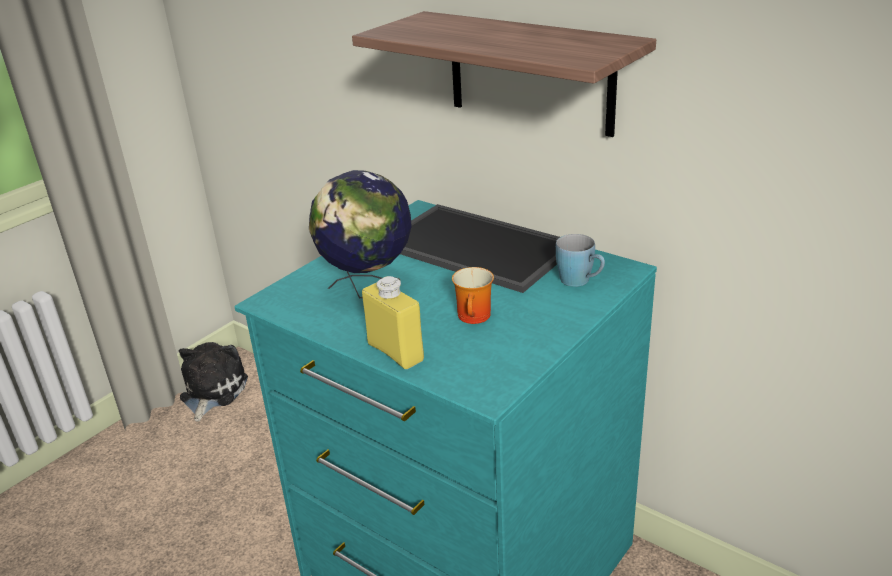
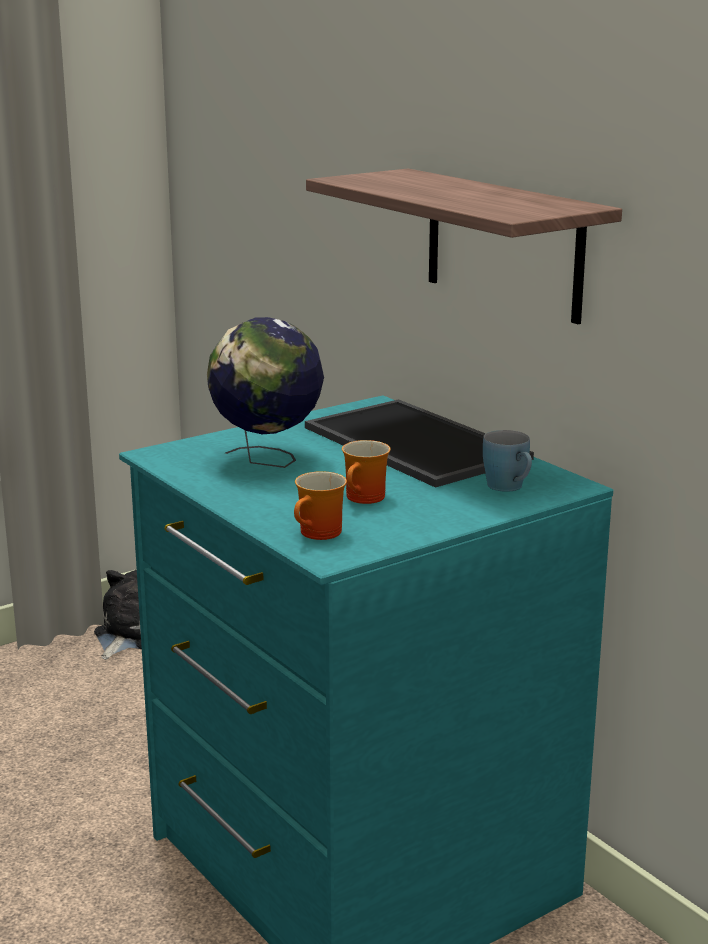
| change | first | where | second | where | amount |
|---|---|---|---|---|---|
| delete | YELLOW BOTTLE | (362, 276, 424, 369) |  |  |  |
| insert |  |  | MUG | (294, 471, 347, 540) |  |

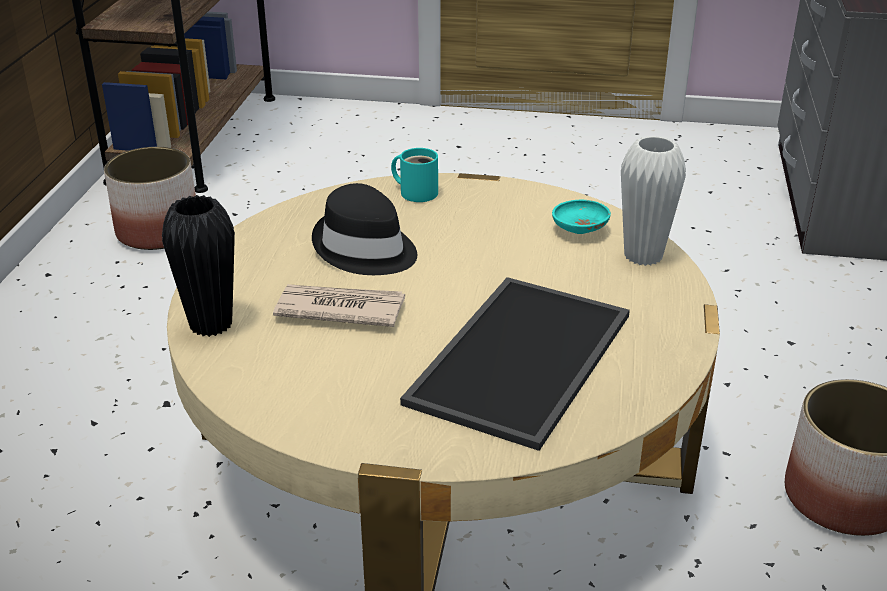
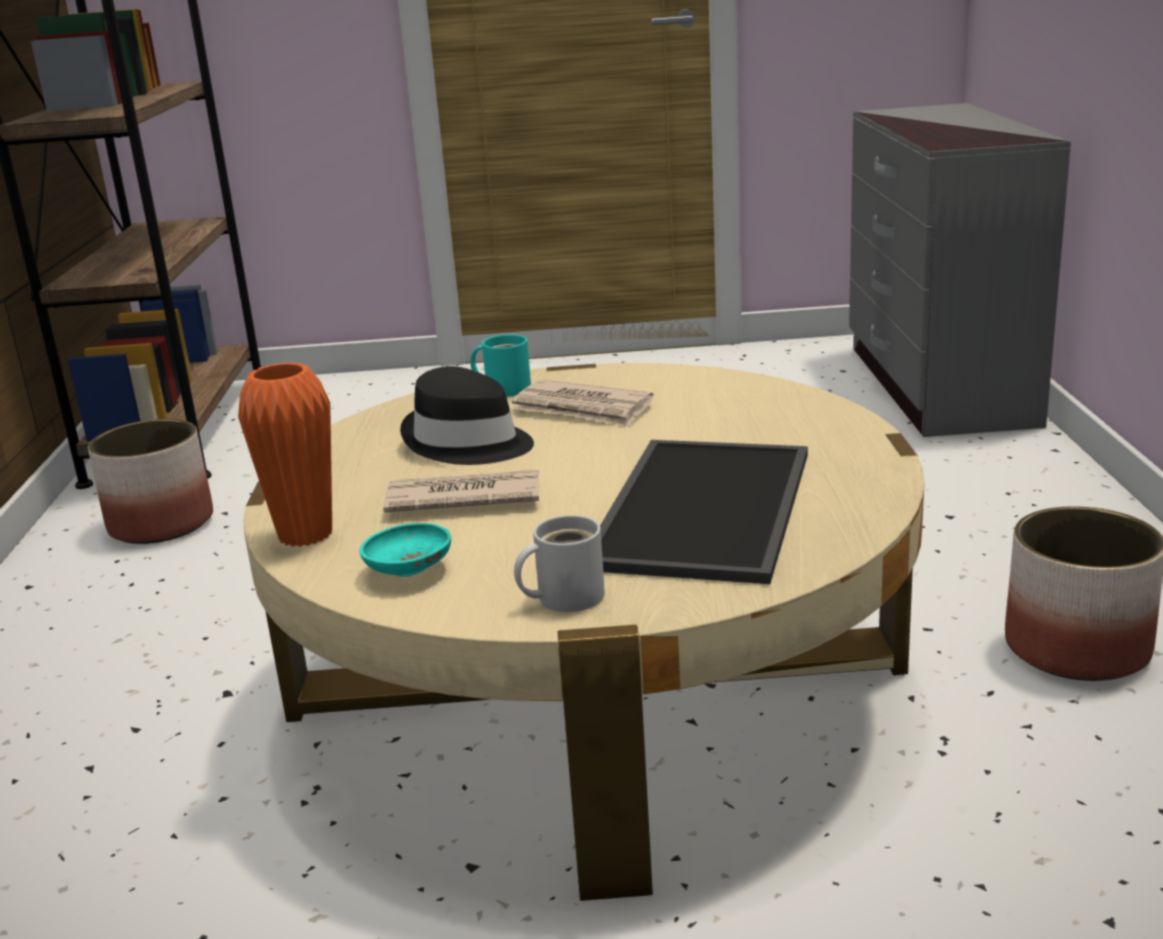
| change | first | where | second | where | amount |
|---|---|---|---|---|---|
| recolor | BLACK VASE | (162, 195, 235, 337) | ORANGE VASE | (238, 362, 332, 547) |  |
| move | TURQUOISE BOWL | (552, 200, 611, 234) |  | (360, 523, 451, 577) |  |
| delete | WHITE VASE | (621, 136, 686, 266) |  |  |  |
| insert |  |  | NEWSPAPER | (511, 380, 653, 427) |  |
| insert |  |  | WHITE MUG | (514, 515, 605, 612) |  |

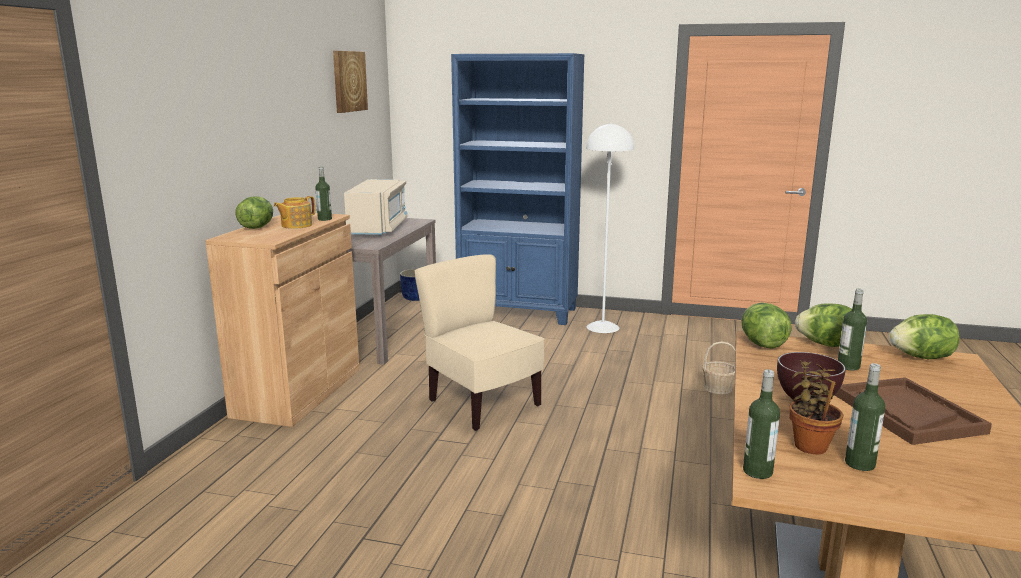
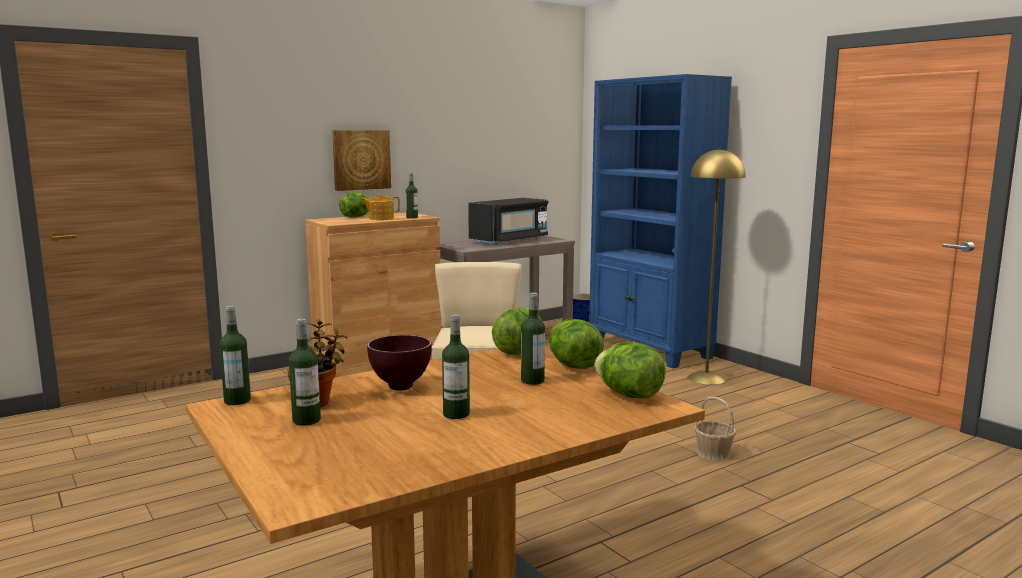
| change | first | where | second | where | amount |
|---|---|---|---|---|---|
| move | PICTURE | (333, 51, 368, 113) |  | (332, 130, 391, 191) |  |
| recolor | BEIGE MICROWAVE | (344, 179, 408, 235) | BLACK MICROWAVE | (468, 198, 548, 245) |  |
| recolor | WHITE FLOOR LAMP | (586, 123, 634, 333) | YELLOW FLOOR LAMP | (687, 148, 746, 385) |  |
| replace | BROWN TRAY | (835, 377, 992, 445) | BOTTLE | (442, 315, 470, 419) |  |

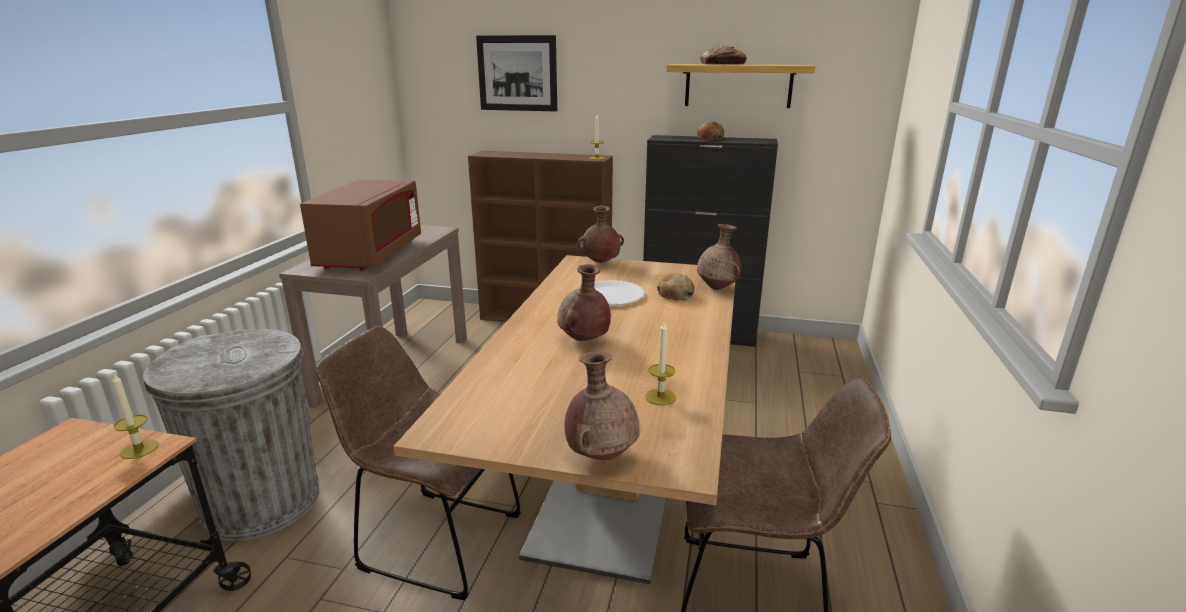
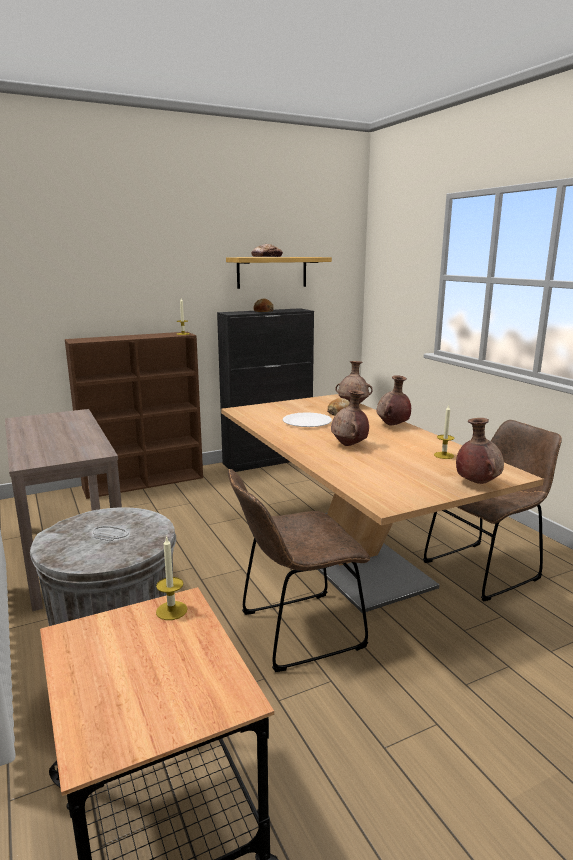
| change | first | where | second | where | amount |
|---|---|---|---|---|---|
| delete | BROWN MICROWAVE | (300, 180, 421, 271) |  |  |  |
| delete | PICTURE | (476, 35, 557, 111) |  |  |  |
| move | BROWN VASE | (577, 206, 624, 263) |  | (376, 375, 411, 426) |  |

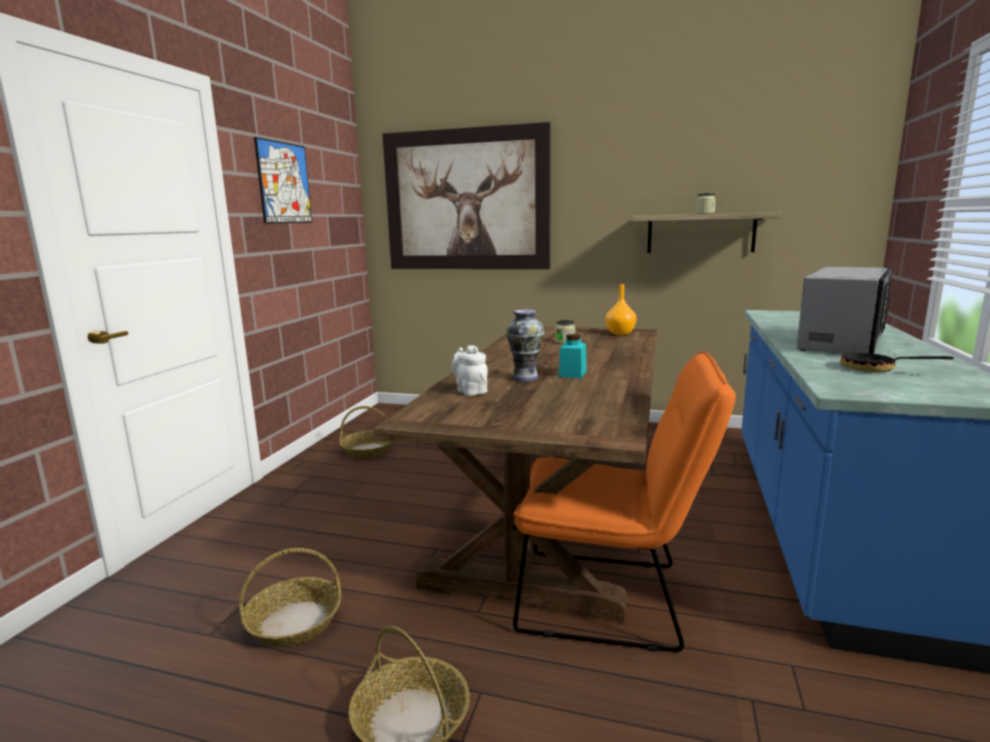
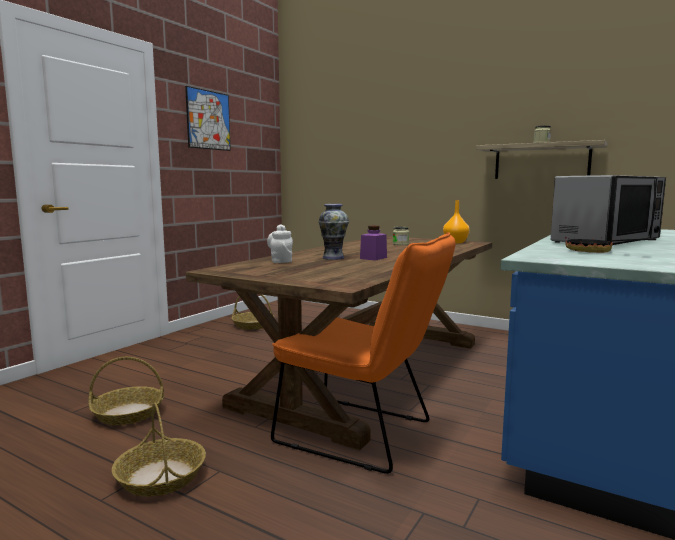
| change | first | where | second | where | amount |
|---|---|---|---|---|---|
| delete | PICTURE | (382, 122, 551, 269) |  |  |  |
| recolor | TURQUOISE JAR | (559, 334, 587, 378) | PURPLE JAR | (360, 226, 387, 261) |  |

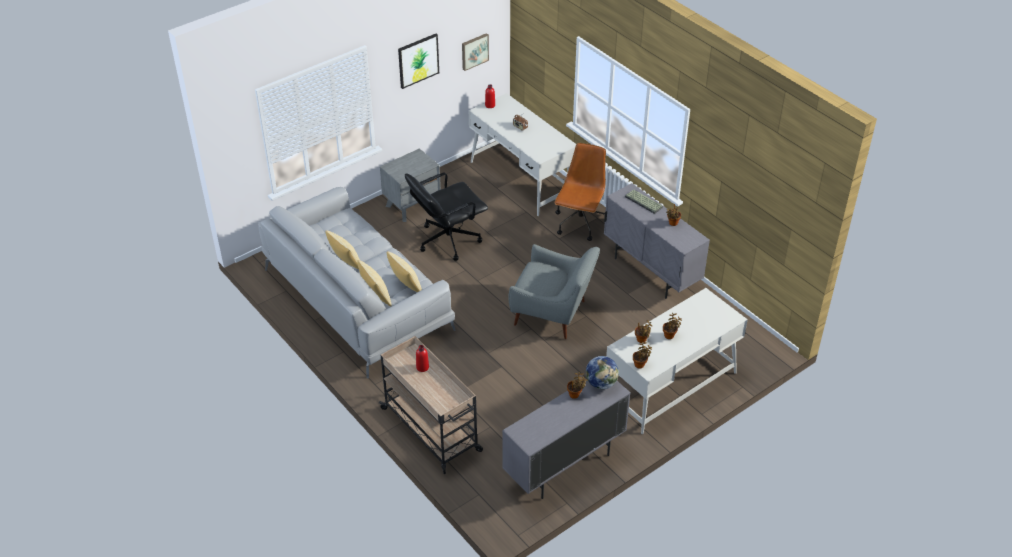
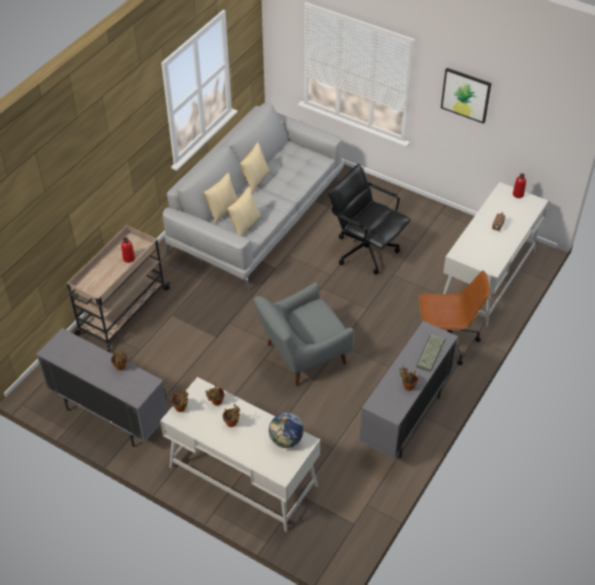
| change | first | where | second | where | amount |
|---|---|---|---|---|---|
| delete | GREY NIGHTSTAND | (380, 148, 441, 222) |  |  |  |
| delete | PICTURE | (462, 33, 489, 71) |  |  |  |
| rotate | GREY ARMCHAIR | (508, 244, 600, 339) |  | (254, 283, 354, 386) | 60 degrees clockwise |
| move | GLOBE | (586, 356, 619, 389) |  | (269, 413, 304, 448) |  |

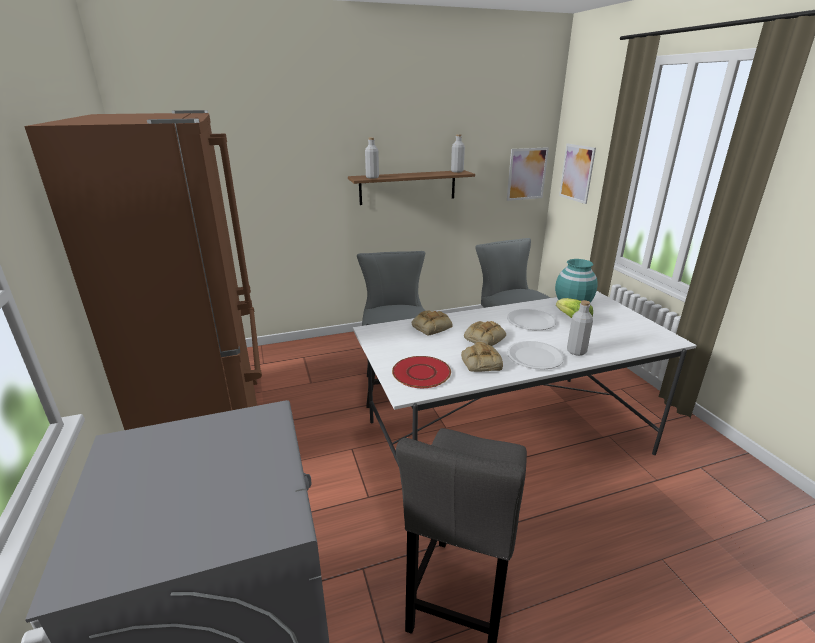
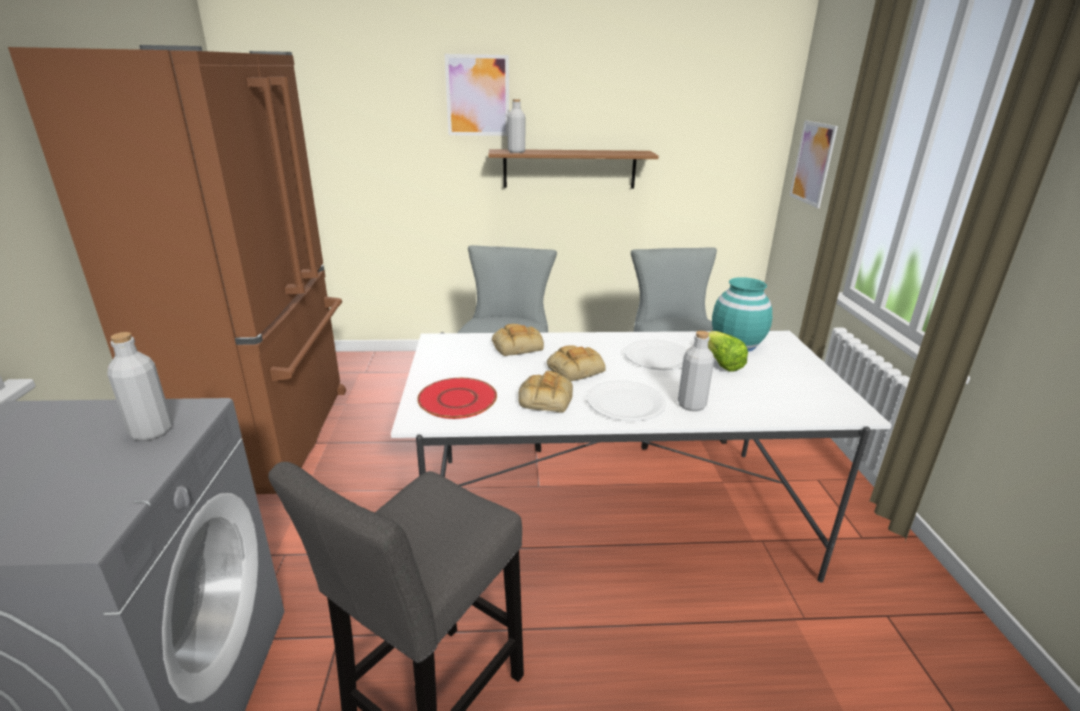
| change | first | where | second | where | amount |
|---|---|---|---|---|---|
| move | GREY BOTTLE | (451, 134, 465, 173) |  | (107, 332, 172, 441) |  |
| move | PICTURE | (507, 147, 549, 201) |  | (445, 54, 509, 136) |  |

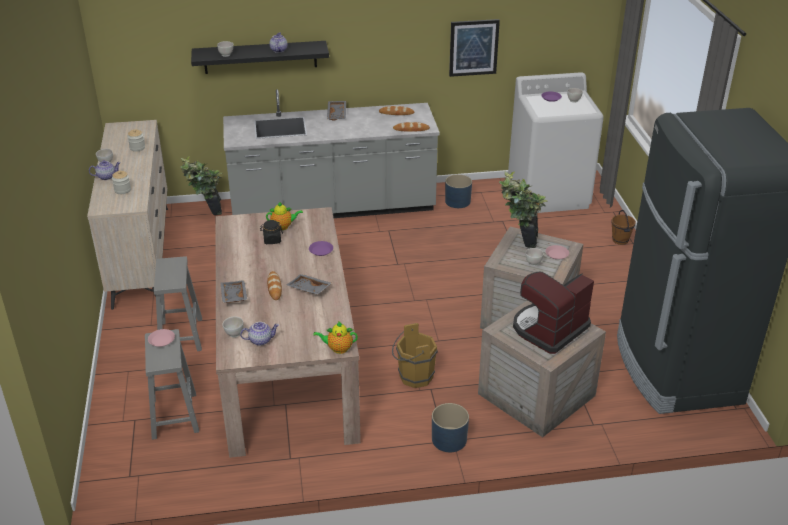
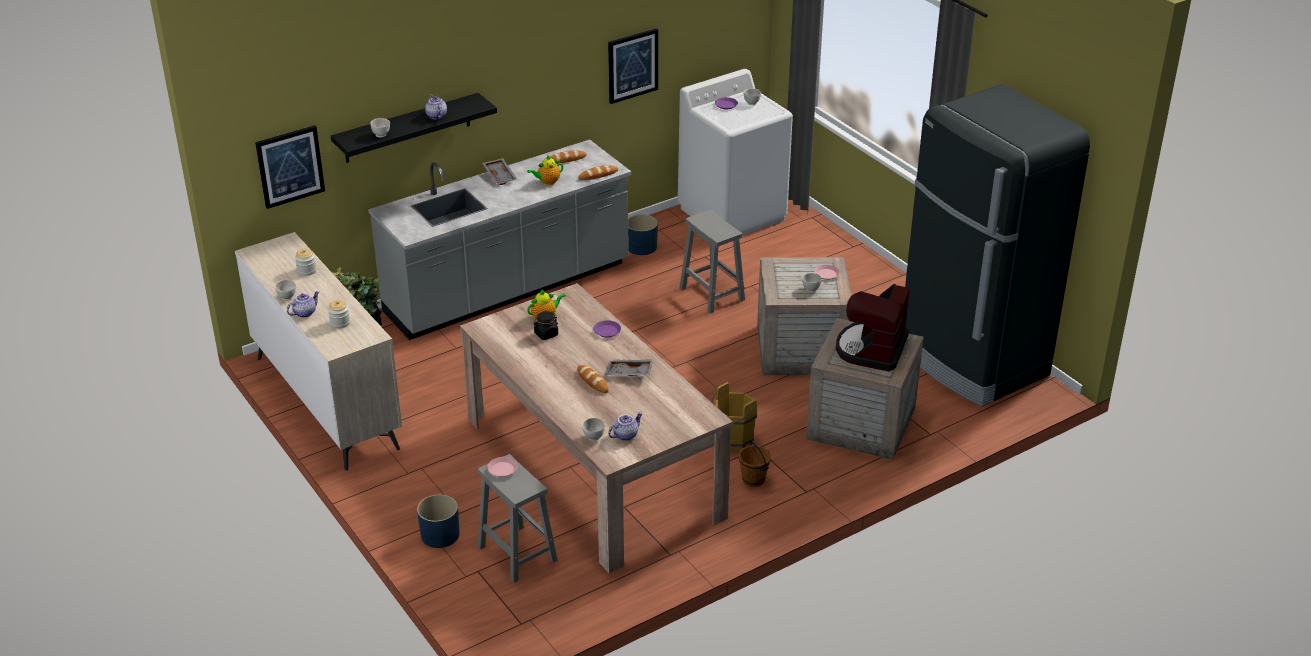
| change | first | where | second | where | amount |
|---|---|---|---|---|---|
| move | GREY STOOL | (154, 256, 202, 351) |  | (680, 210, 745, 314) |  |
| delete | GREY TRAY | (221, 280, 247, 303) |  |  |  |
| move | TEAPOT | (313, 321, 358, 354) |  | (527, 155, 563, 185) |  |
| move | BLUE PLANTER | (432, 403, 469, 452) |  | (417, 494, 460, 548) |  |
| delete | POTTED PLANT | (499, 171, 547, 248) |  |  |  |
| move | BROWN BUCKET | (611, 210, 636, 245) |  | (739, 441, 771, 487) |  |
| insert |  |  | PICTURE | (255, 125, 325, 209) |  |

